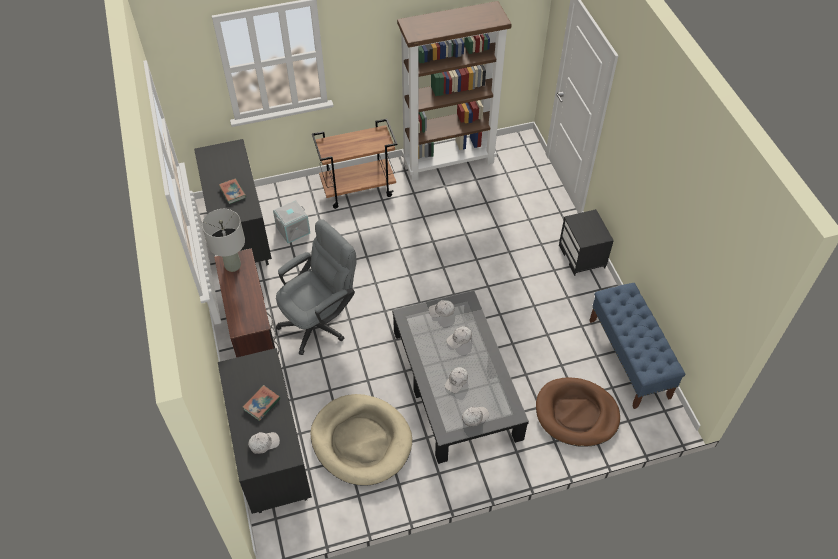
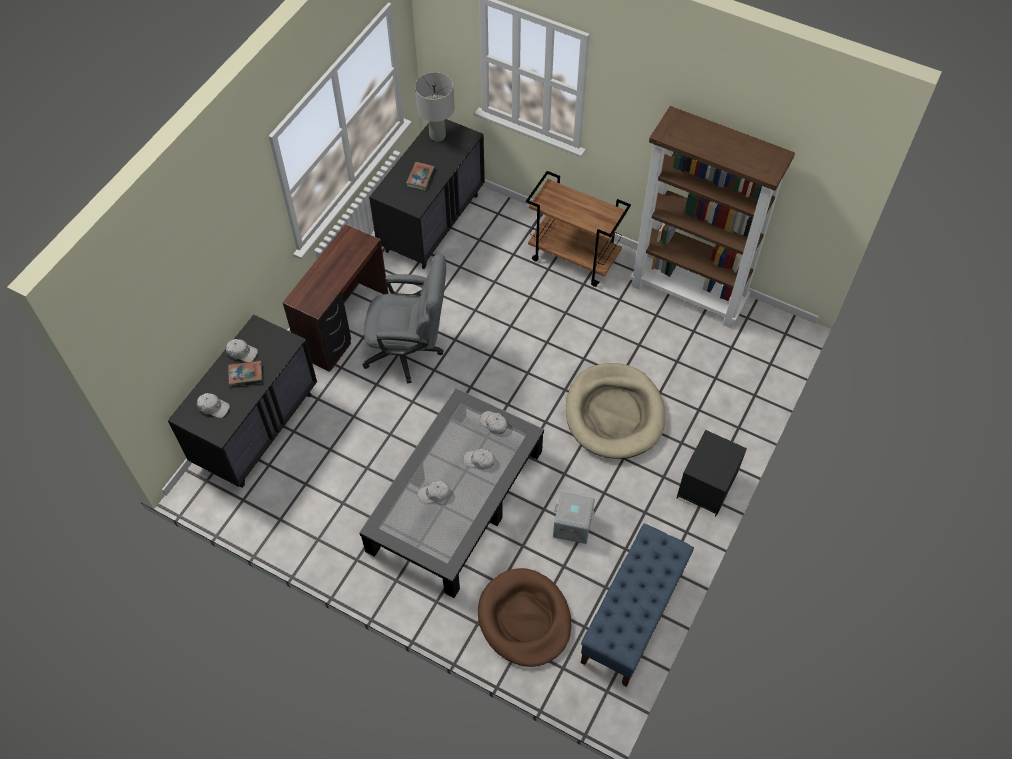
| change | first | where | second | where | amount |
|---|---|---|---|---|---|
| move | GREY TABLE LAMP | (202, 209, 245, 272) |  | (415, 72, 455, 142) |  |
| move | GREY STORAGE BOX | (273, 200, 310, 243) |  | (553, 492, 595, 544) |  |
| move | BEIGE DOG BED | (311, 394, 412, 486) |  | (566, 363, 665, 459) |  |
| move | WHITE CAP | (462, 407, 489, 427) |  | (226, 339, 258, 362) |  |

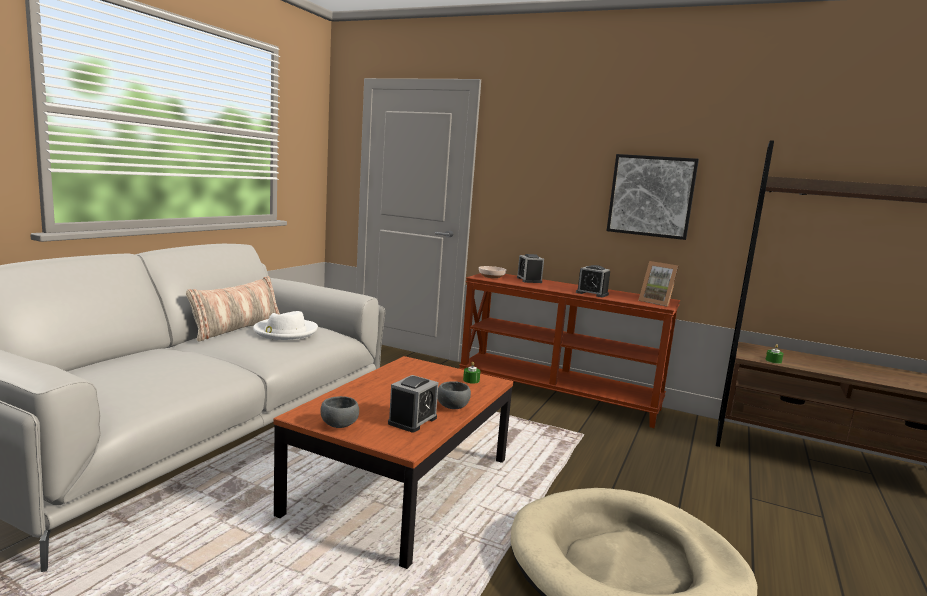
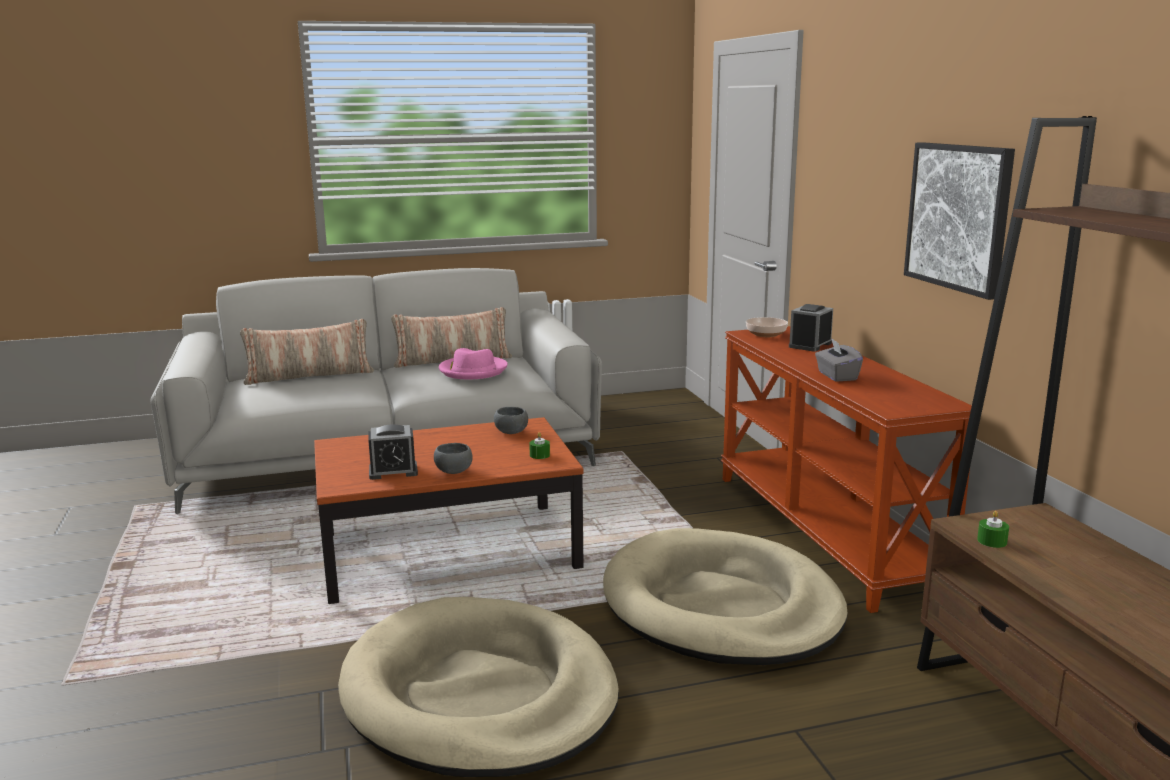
| change | first | where | second | where | amount |
|---|---|---|---|---|---|
| recolor | WHITE HAT | (253, 311, 318, 340) | PINK HAT | (439, 348, 508, 379) |  |
| move | GREY BOWL | (320, 396, 359, 428) |  | (494, 407, 528, 434) |  |
| replace | ALARM CLOCK | (576, 265, 610, 298) | GREY TISSUE BOX | (815, 338, 863, 382) |  |
| delete | PICTURE FRAME | (639, 261, 679, 307) |  |  |  |
| insert |  |  | PILLOW | (240, 319, 374, 385) |  |
| insert |  |  | BEIGE DOG BED | (603, 528, 848, 665) |  |

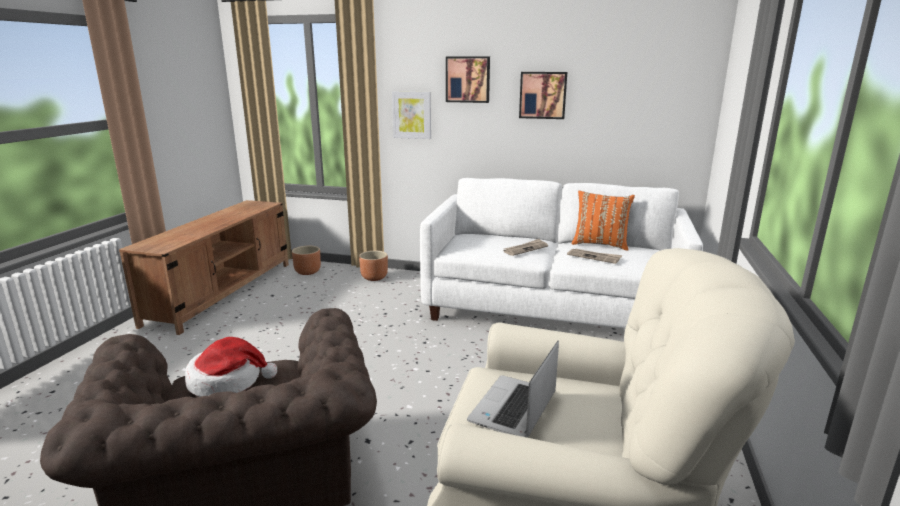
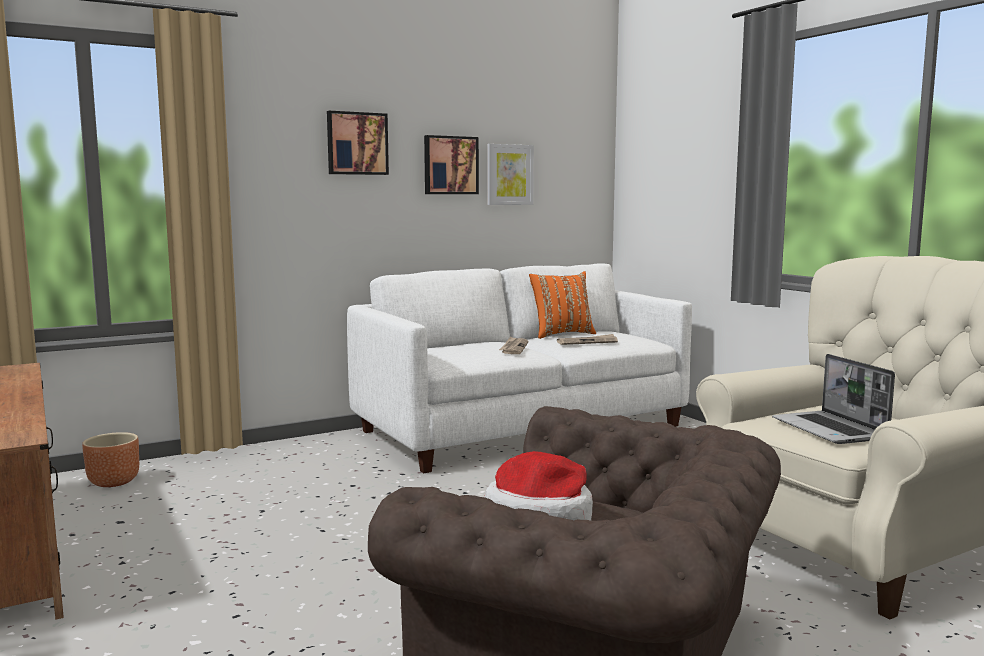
| change | first | where | second | where | amount |
|---|---|---|---|---|---|
| delete | BROWN PLANTER | (359, 251, 388, 281) |  |  |  |
| move | PICTURE | (392, 91, 431, 139) |  | (487, 144, 534, 205) |  |

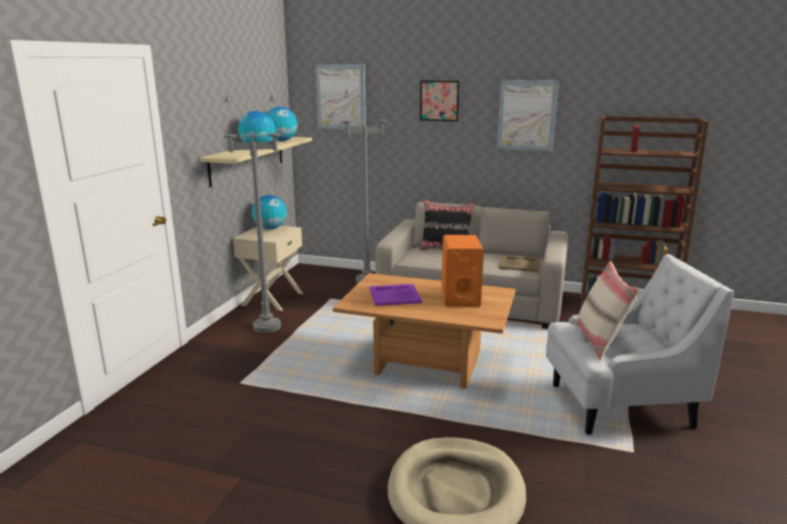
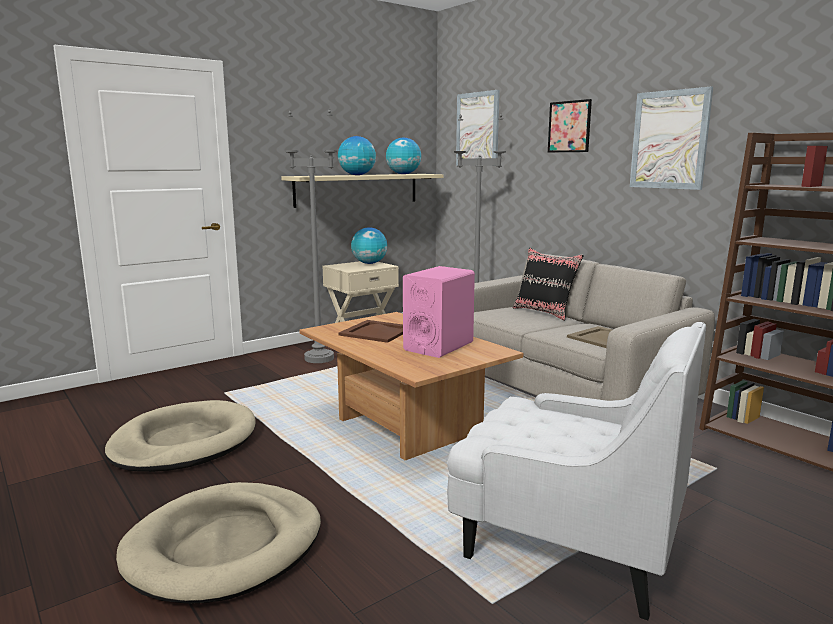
| change | first | where | second | where | amount |
|---|---|---|---|---|---|
| recolor | PURPLE TRAY | (369, 284, 422, 306) | BROWN TRAY | (338, 320, 403, 343) |  |
| recolor | ORANGE SPEAKER | (441, 235, 484, 307) | PINK SPEAKER | (403, 266, 475, 358) |  |
| delete | BEIGE PILLOW | (577, 261, 640, 360) |  |  |  |
| insert |  |  | BEIGE DOG BED | (105, 400, 256, 472) |  |

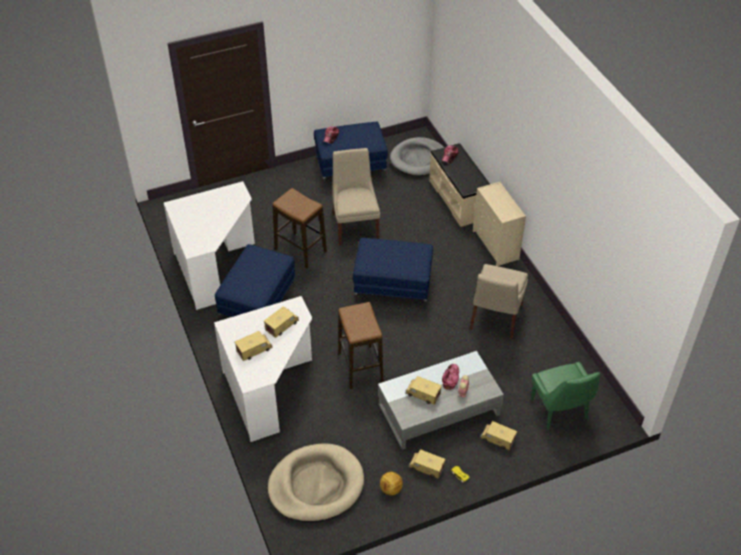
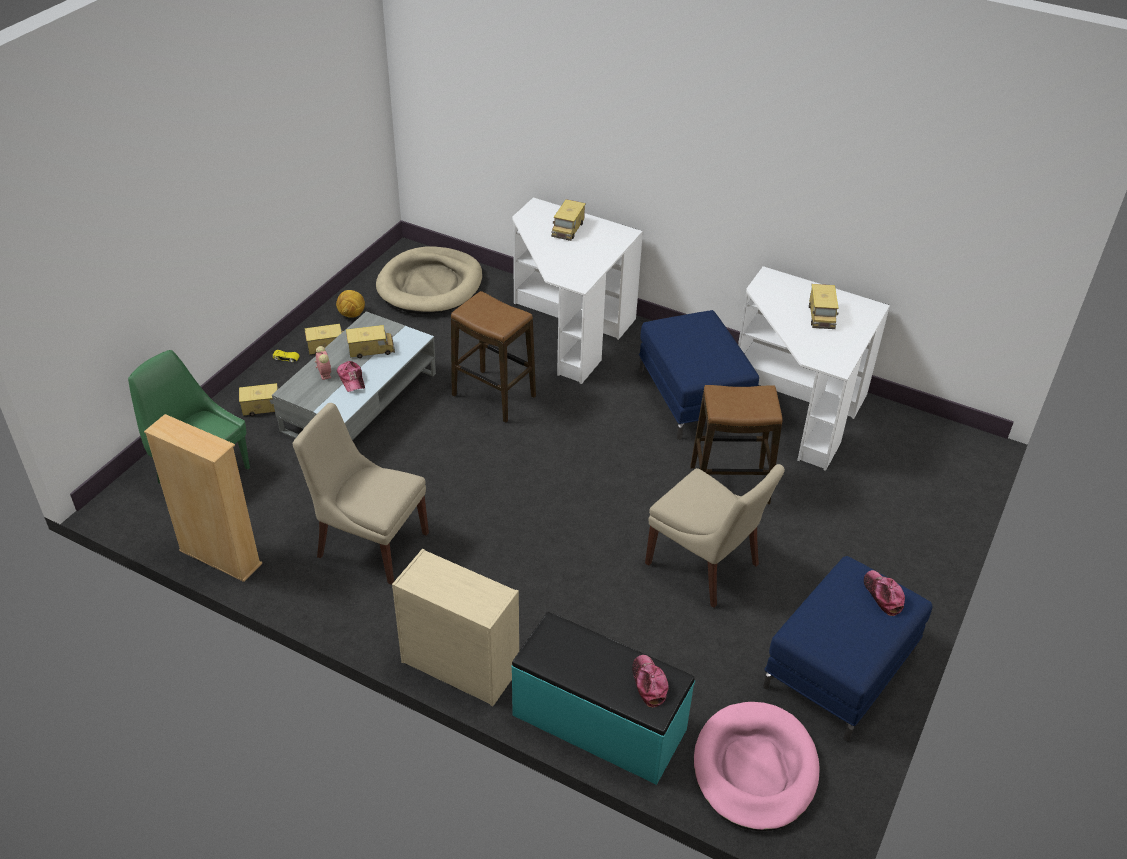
| change | first | where | second | where | amount |
|---|---|---|---|---|---|
| move | TOY TRUCK | (264, 306, 299, 338) |  | (809, 284, 839, 329) |  |
| delete | BLUE OTTOMAN | (353, 238, 433, 308) |  |  |  |
| recolor | GREY DOG BED | (390, 137, 444, 176) | PINK DOG BED | (694, 702, 820, 831) |  |
| recolor | BEIGE BENCH | (429, 143, 490, 227) | TURQUOISE BENCH | (511, 612, 695, 785) |  |
| rotate | BEIGE CHAIR | (470, 264, 528, 340) |  | (293, 403, 429, 585) | 45 degrees counterclockwise |
| insert |  |  | BEIGE BOOKCASE | (144, 414, 262, 582) |  |

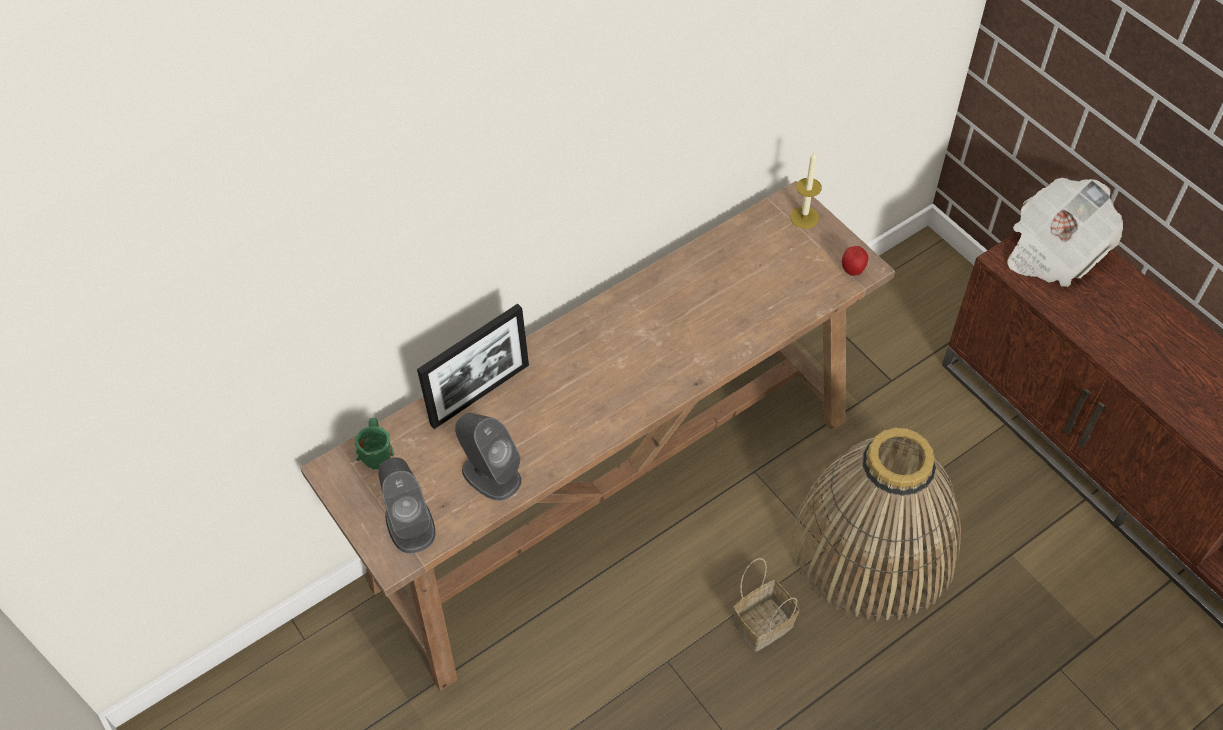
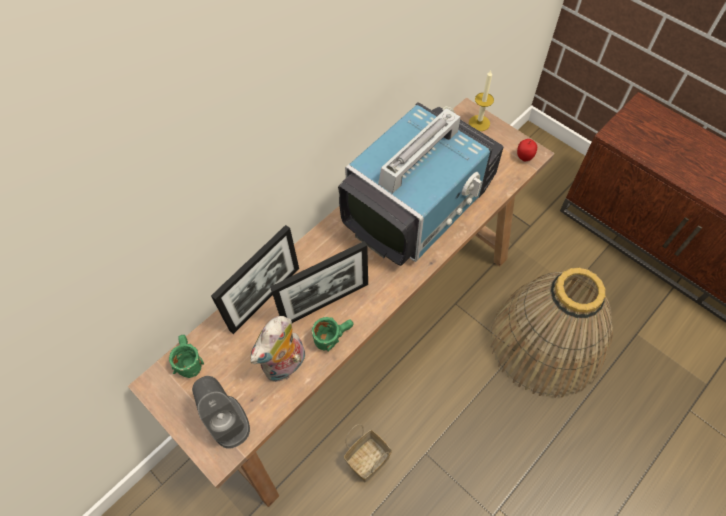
| change | first | where | second | where | amount |
|---|---|---|---|---|---|
| replace | GREY SPEAKER | (455, 413, 522, 501) | PLUSH TOY | (250, 316, 305, 382) |  |
| move | BASKET | (733, 558, 799, 651) |  | (344, 424, 392, 482) |  |
| delete | NEWSPAPER | (1007, 178, 1123, 287) |  |  |  |
| insert |  |  | PICTURE FRAME | (270, 241, 368, 323) |  |
| insert |  |  | GREEN MUG | (312, 317, 354, 351) |  |
| insert |  |  | TELEVISION | (338, 102, 504, 266) |  |

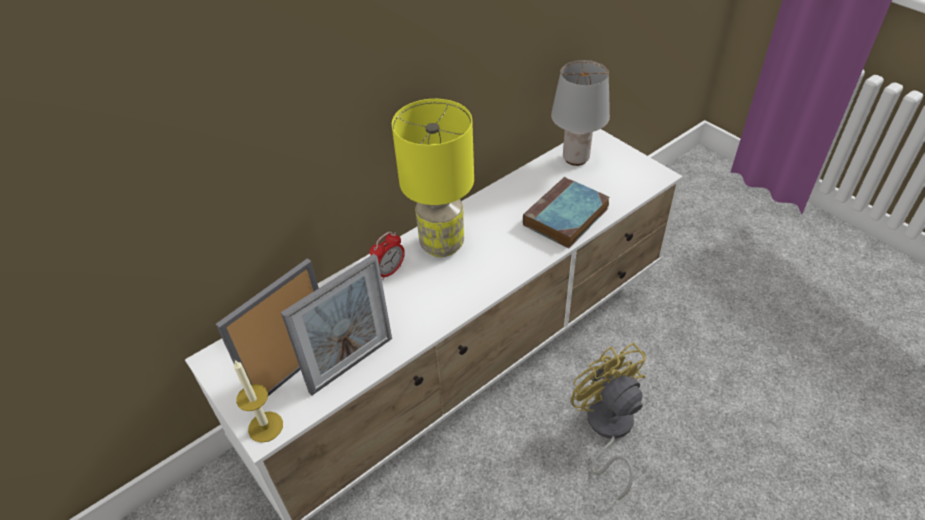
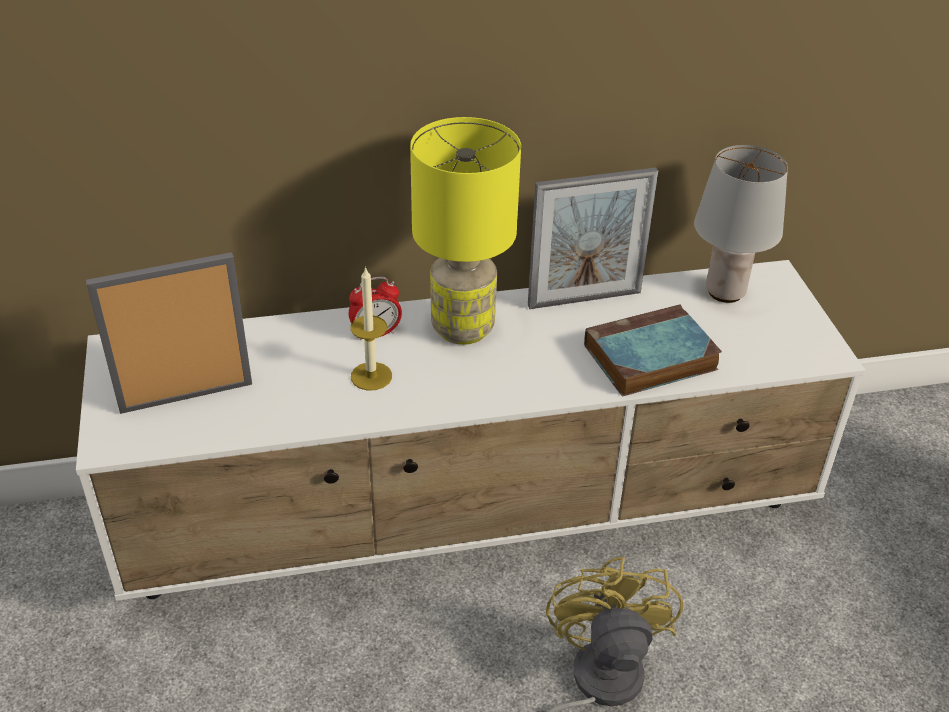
| change | first | where | second | where | amount |
|---|---|---|---|---|---|
| move | CANDLE | (234, 360, 283, 443) |  | (351, 266, 392, 390) |  |
| move | PICTURE FRAME | (281, 254, 392, 396) |  | (528, 168, 658, 309) |  |

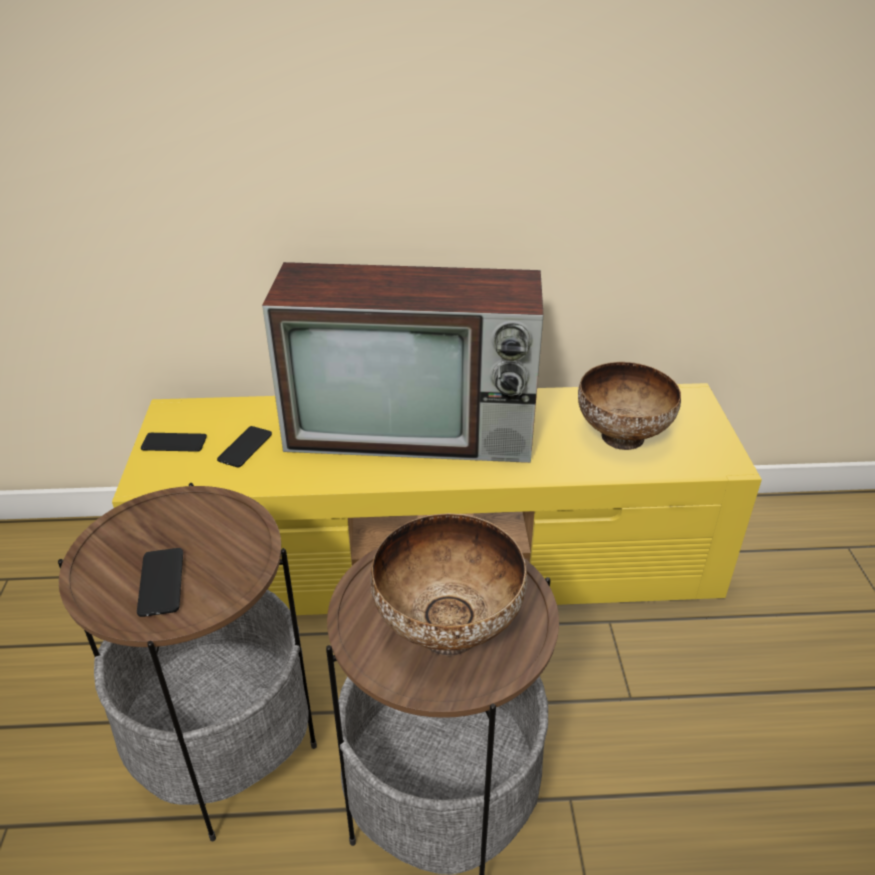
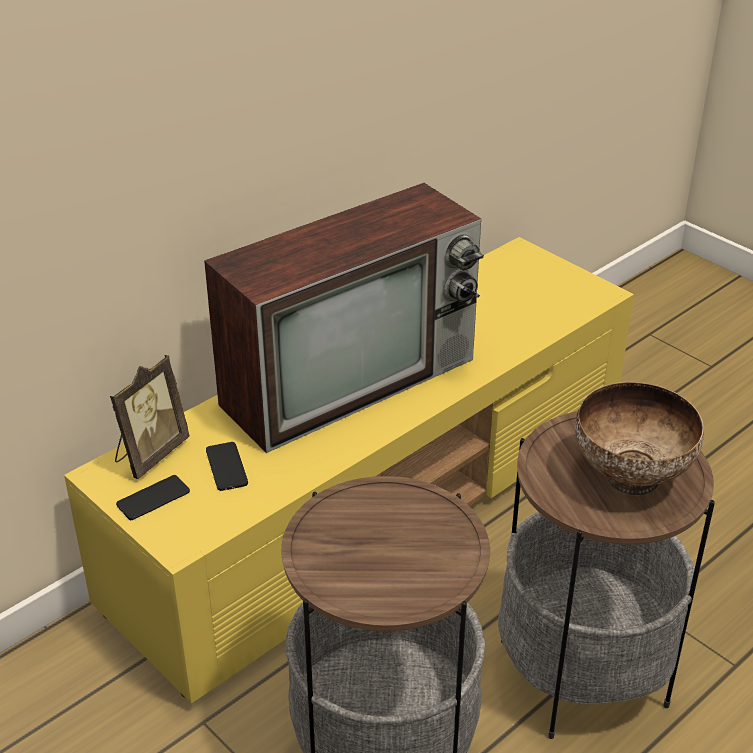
| change | first | where | second | where | amount |
|---|---|---|---|---|---|
| delete | PHONE | (137, 548, 183, 617) |  |  |  |
| delete | BOWL | (578, 362, 681, 450) |  |  |  |
| insert |  |  | PICTURE FRAME | (110, 355, 189, 479) |  |

